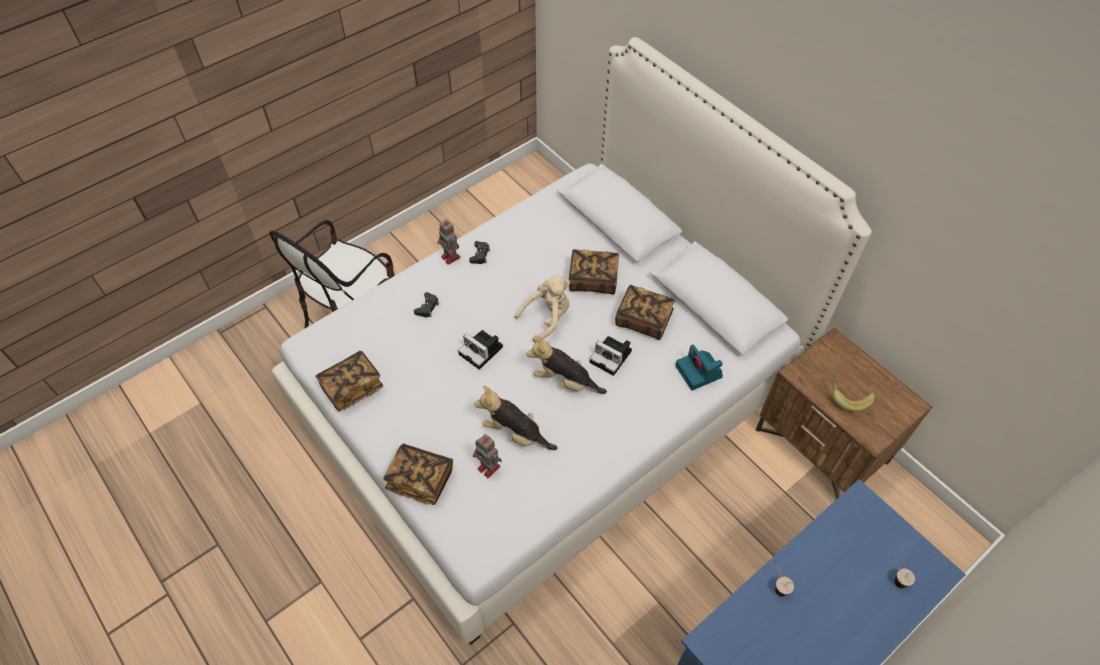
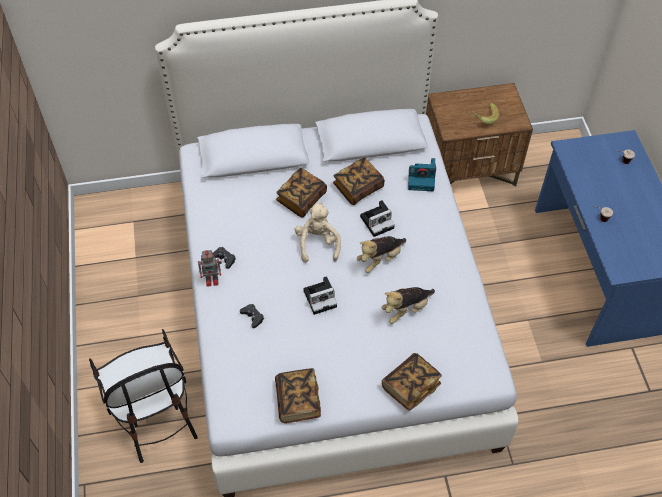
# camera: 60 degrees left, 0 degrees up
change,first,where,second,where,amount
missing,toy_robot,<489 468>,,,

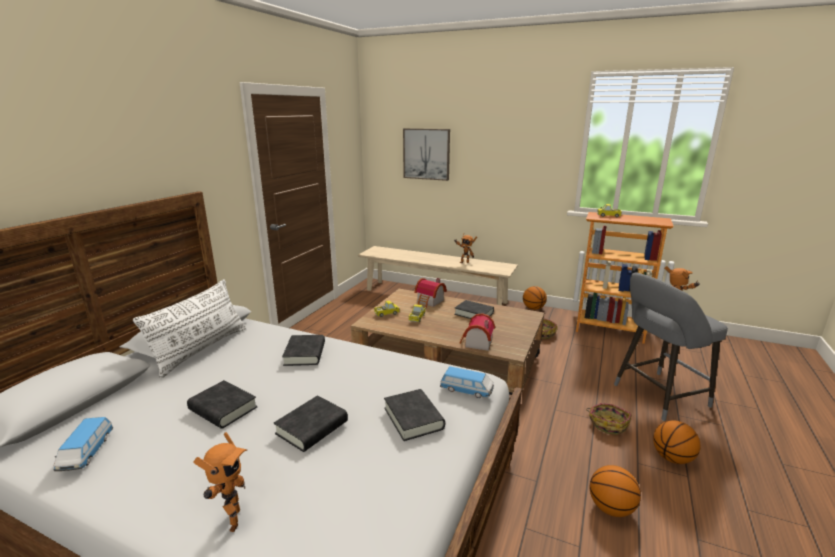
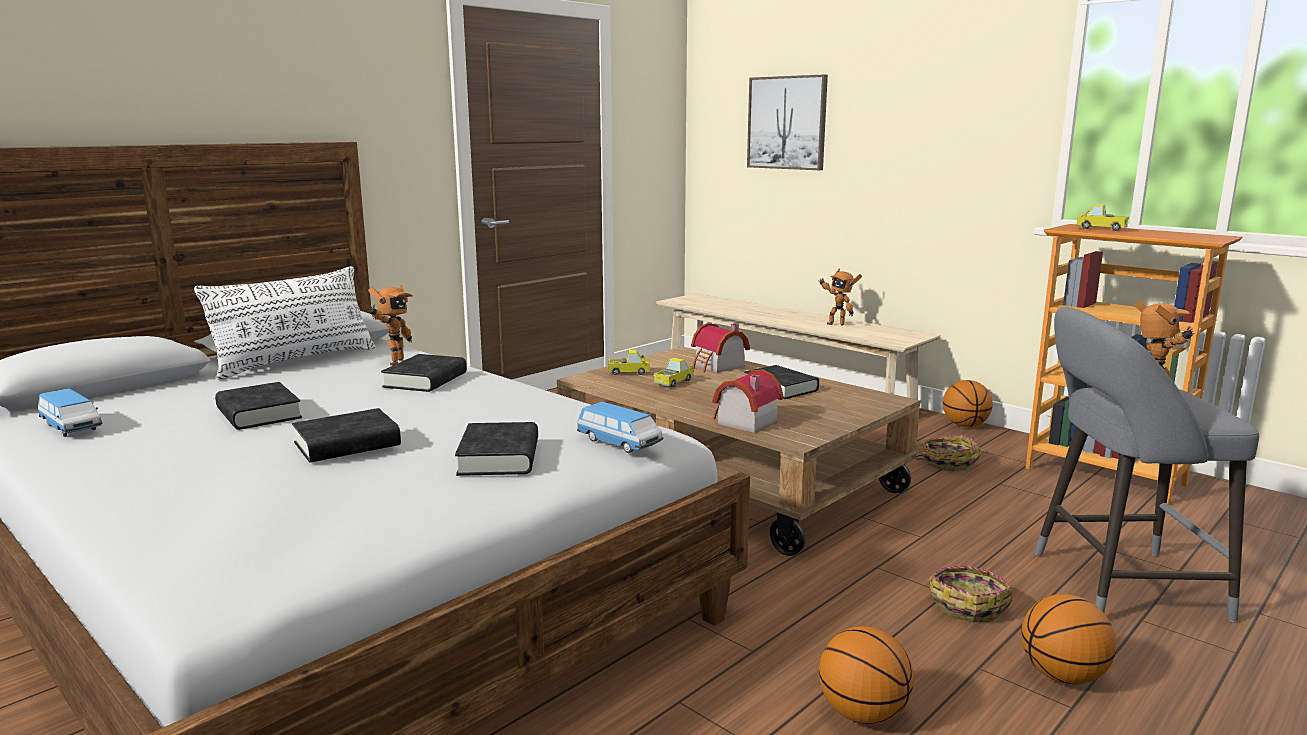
# camera: 20 degrees right, 5 degrees down
change,first,where,second,where,amount
relocated,toy_robot,<230 521>,,<393 362>,
spun,miniature_car,<87 453>,,<71 428>,60 degrees counterclockwise

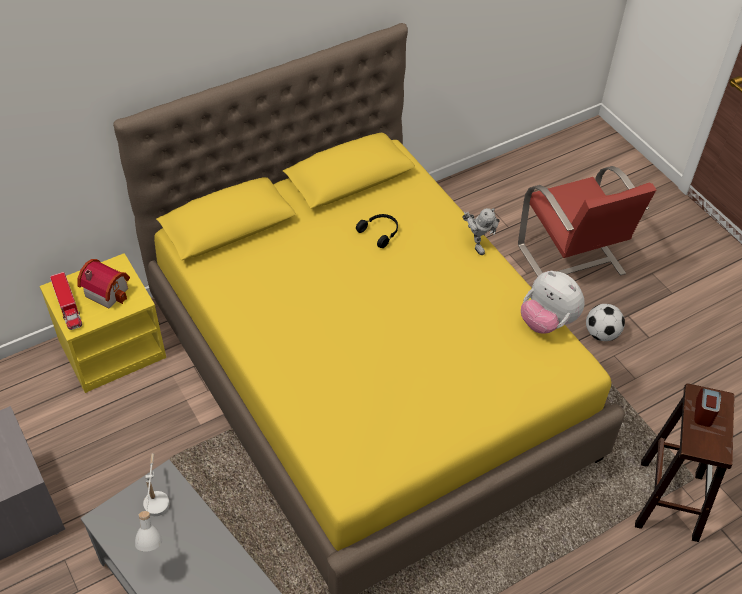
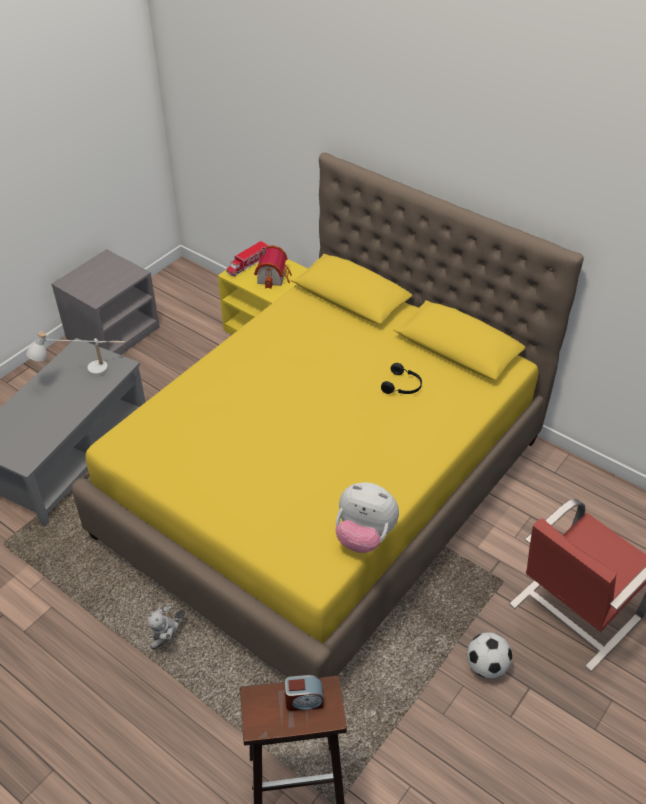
# camera: 70 degrees right, 5 degrees down
change,first,where,second,where,amount
relocated,toy_robot,<476 243>,,<168 639>,
spun,plush_toy,<547 321>,,<364 536>,90 degrees counterclockwise

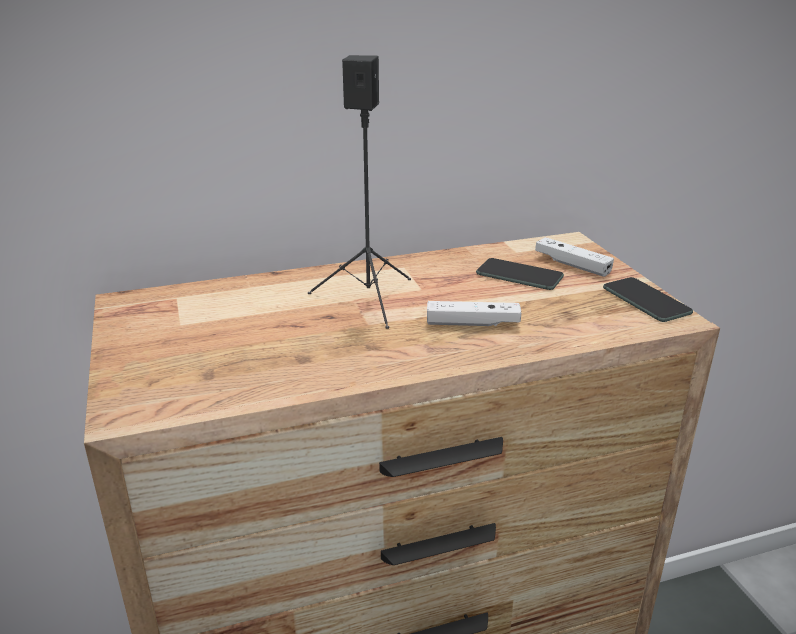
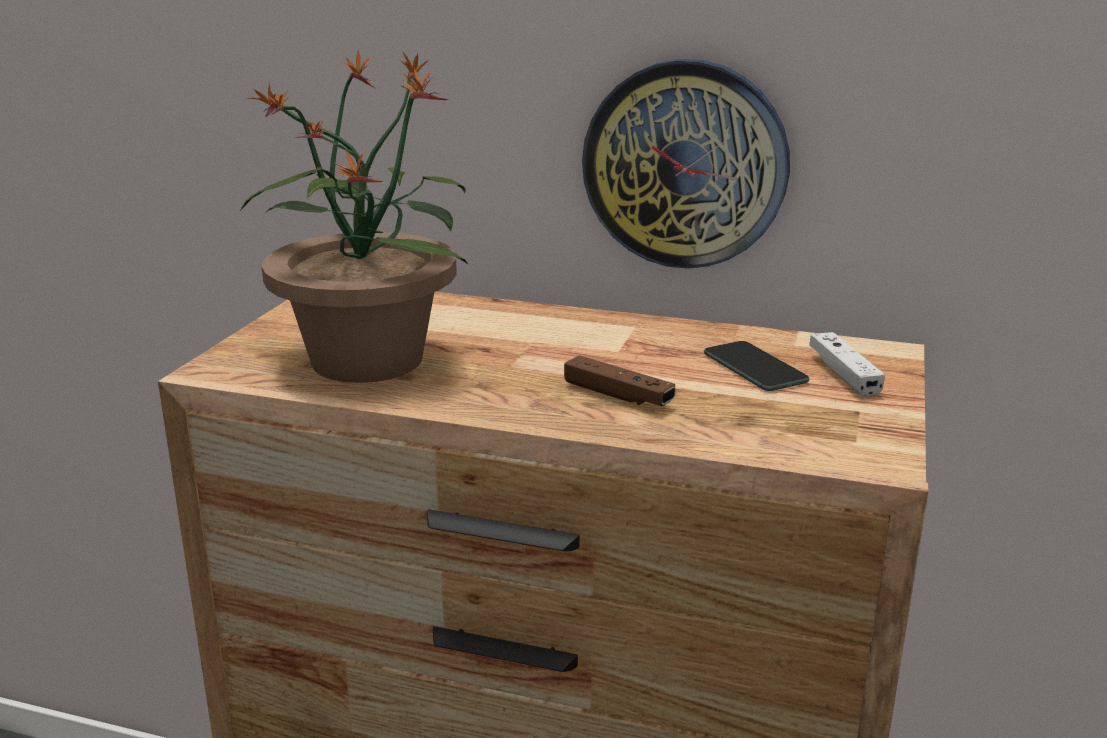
# camera: 35 degrees right, 5 degrees down
change,first,where,second,where,amount
missing,black-coloured_audio_speaker,<369 298>,,,
missing,handset,<646 300>,,,
appeared,,,plant_in_a_pot,<367 358>,
appeared,,,hanging_clock,<685 165>,
colour,whitish_gamepad,<472 323>,brown_gamepad,<618 395>,

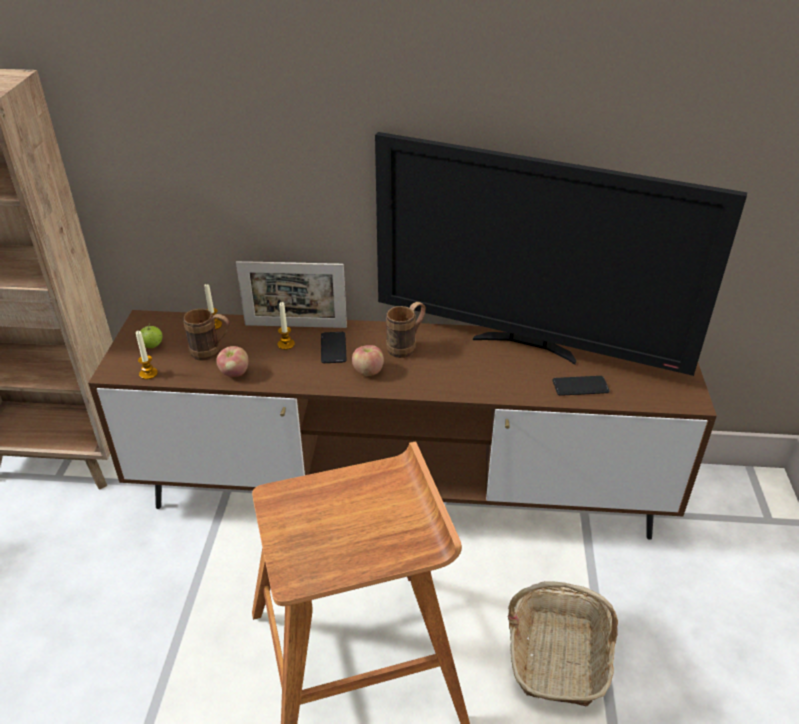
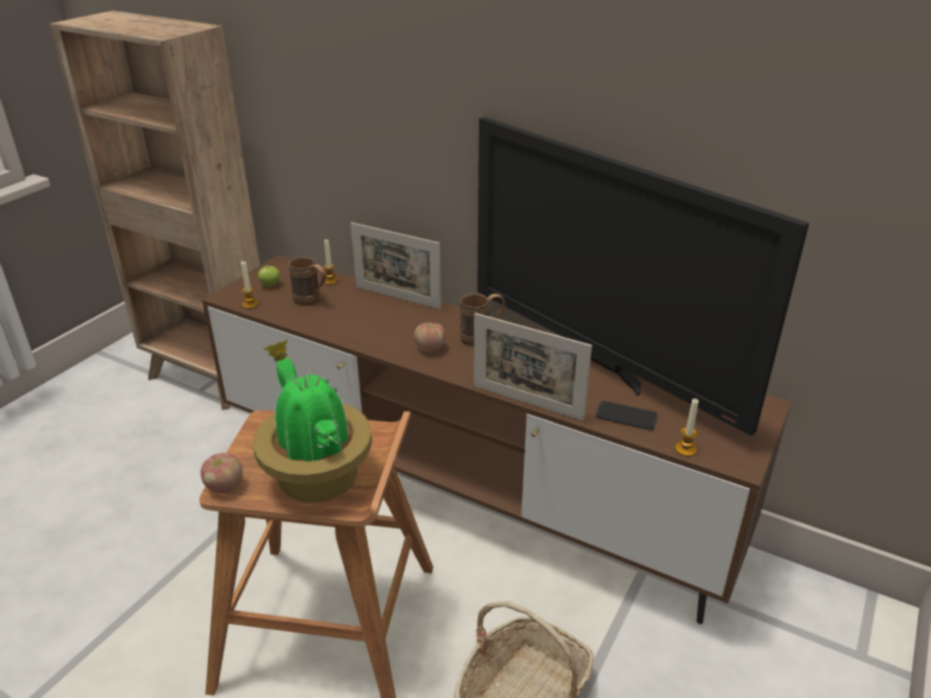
# camera: 25 degrees right, 5 degrees down
change,first,where,second,where,amount
missing,handset,<333 348>,,,
appeared,,,plant_in_a_pot,<316 475>,
appeared,,,picture_frame,<527 402>,
relocated,apple,<234 373>,,<225 487>,
relocated,candle,<286 344>,,<685 449>,

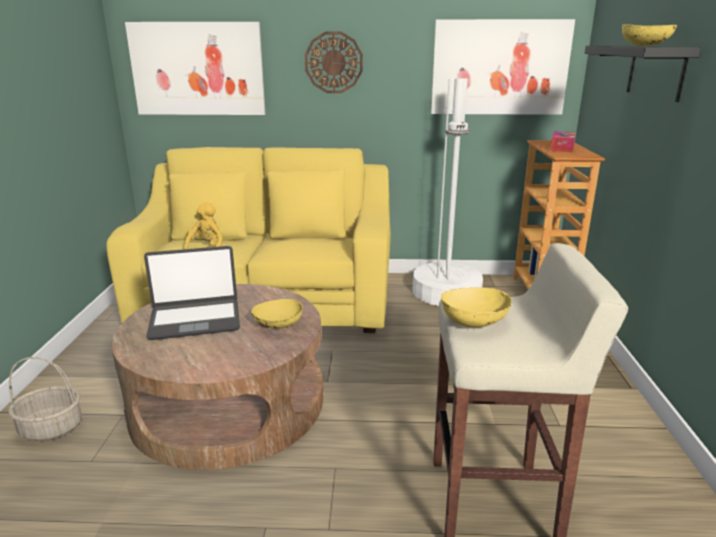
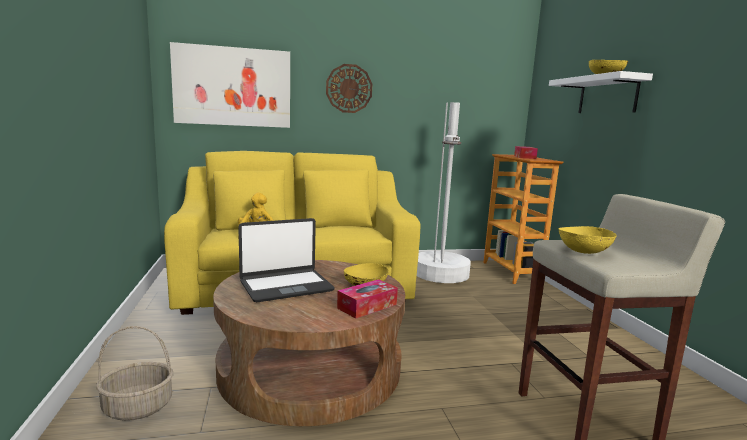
# camera: 15 degrees left, 10 degrees down
change,first,where,second,where,amount
missing,picture,<499 68>,,,
appeared,,,box_of_tissues,<367 306>,
colour,black-coloured_bracket_shelf,<655 71>,whitish_bracket_shelf,<607 95>,

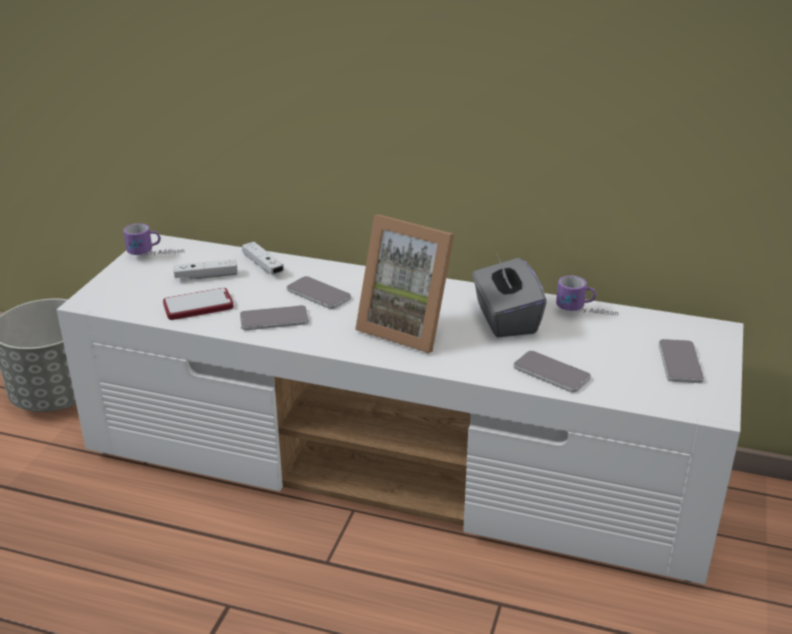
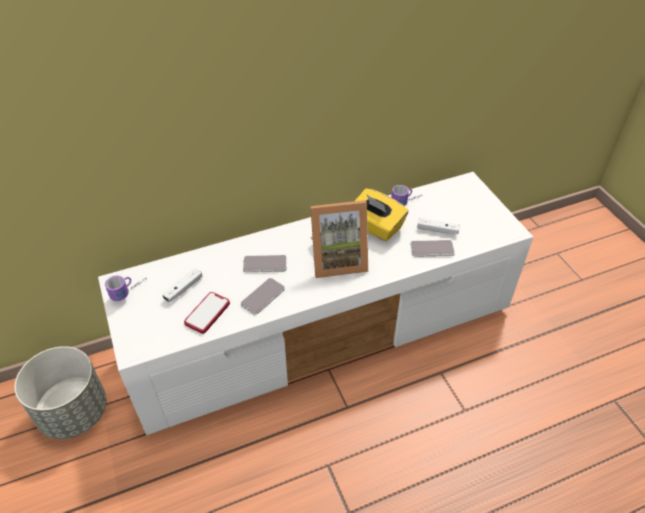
# camera: 40 degrees left, 15 degrees up
change,first,where,second,where,amount
missing,handset,<680 362>,,,
relocated,whitish_gamepad,<263 265>,,<437 230>,
colour,greyish_box_of_tissues,<505 319>,yellow-coloured_box_of_tissues,<376 227>,

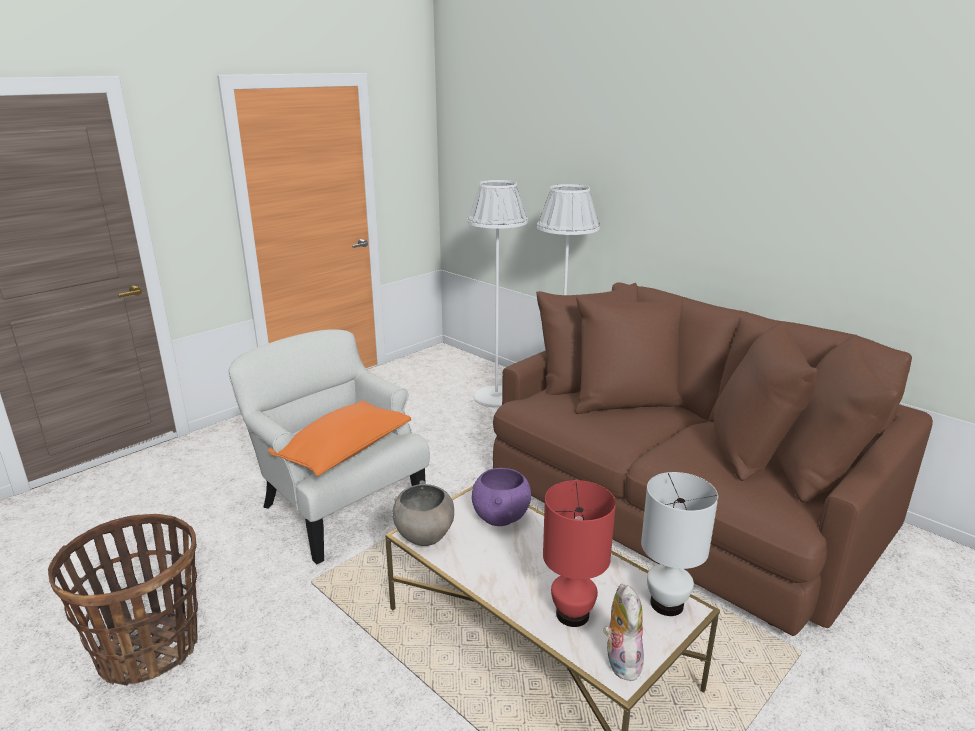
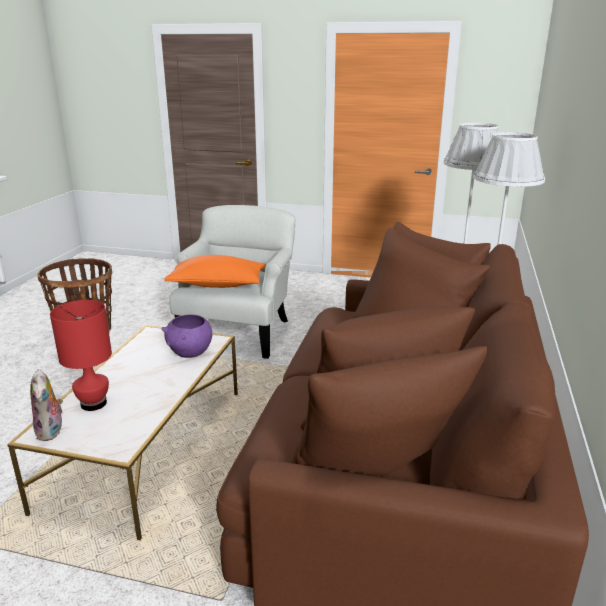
# camera: 60 degrees right, 0 degrees up
change,first,where,second,where,amount
missing,greyish_deep_dish,<424 536>,,,
missing,whitish_lamp_for_a_table,<666 604>,,,
spun,plush_toy,<620 661>,,<51 431>,105 degrees clockwise

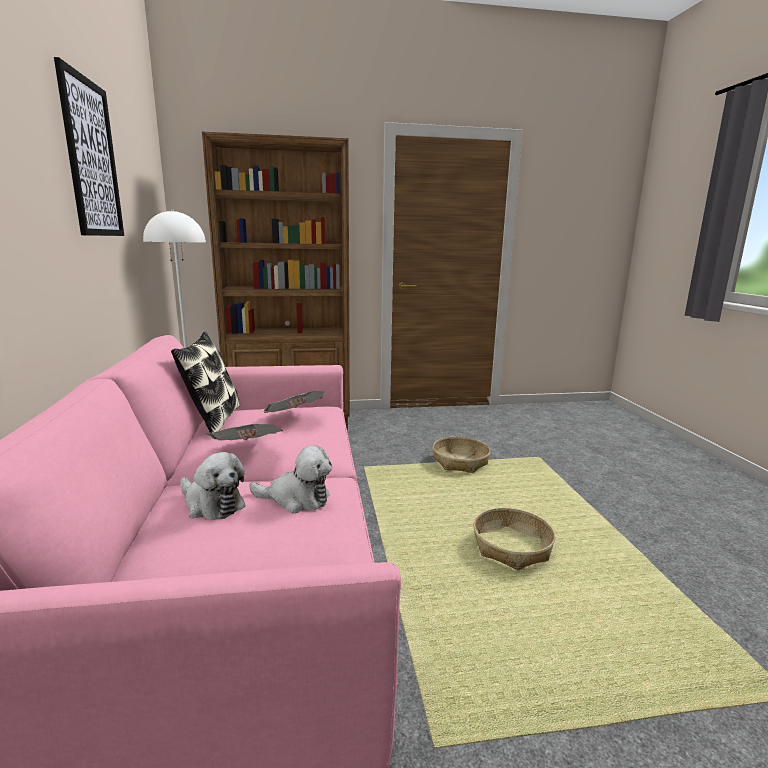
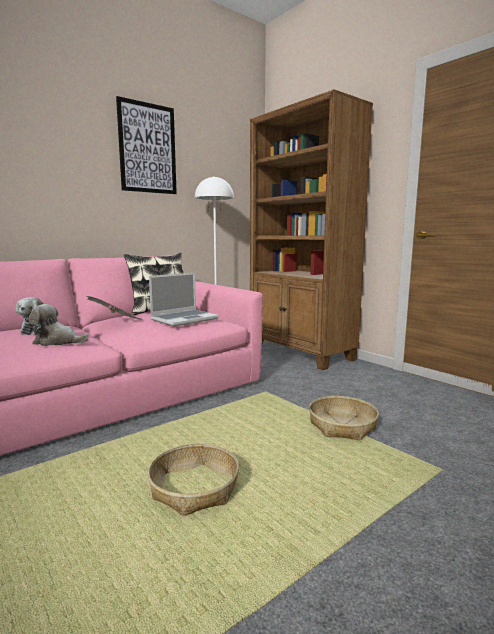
# camera: 60 degrees right, 5 degrees down
change,first,where,second,where,amount
exchanged,daily_paper,<294 418>,laptop,<185 319>,
spun,plush_toy,<296 499>,,<57 342>,120 degrees clockwise

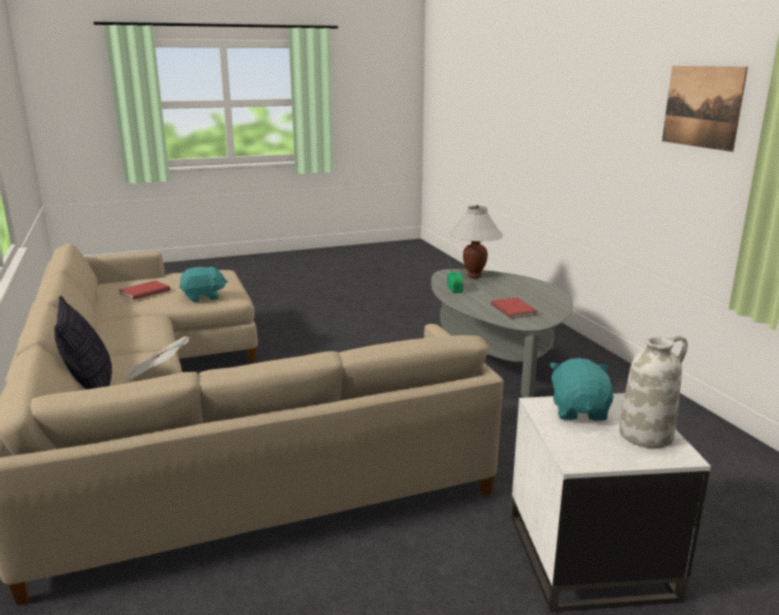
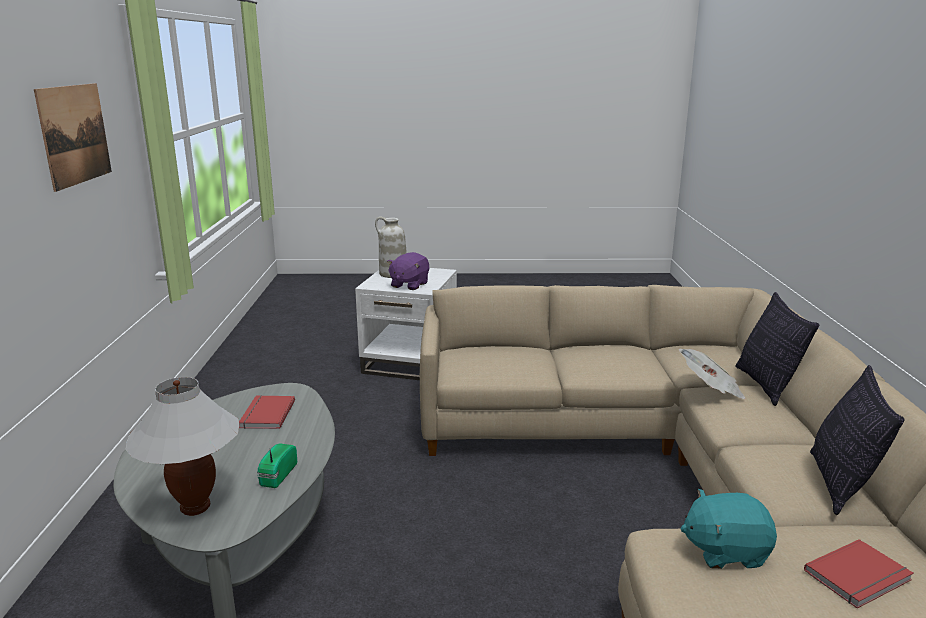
# camera: 160 degrees left, 0 degrees up
change,first,where,second,where,amount
appeared,,,pillow,<841 484>,
colour,turquoise-coloured_plush_toy,<579 411>,purple_plush_toy,<409 285>,

